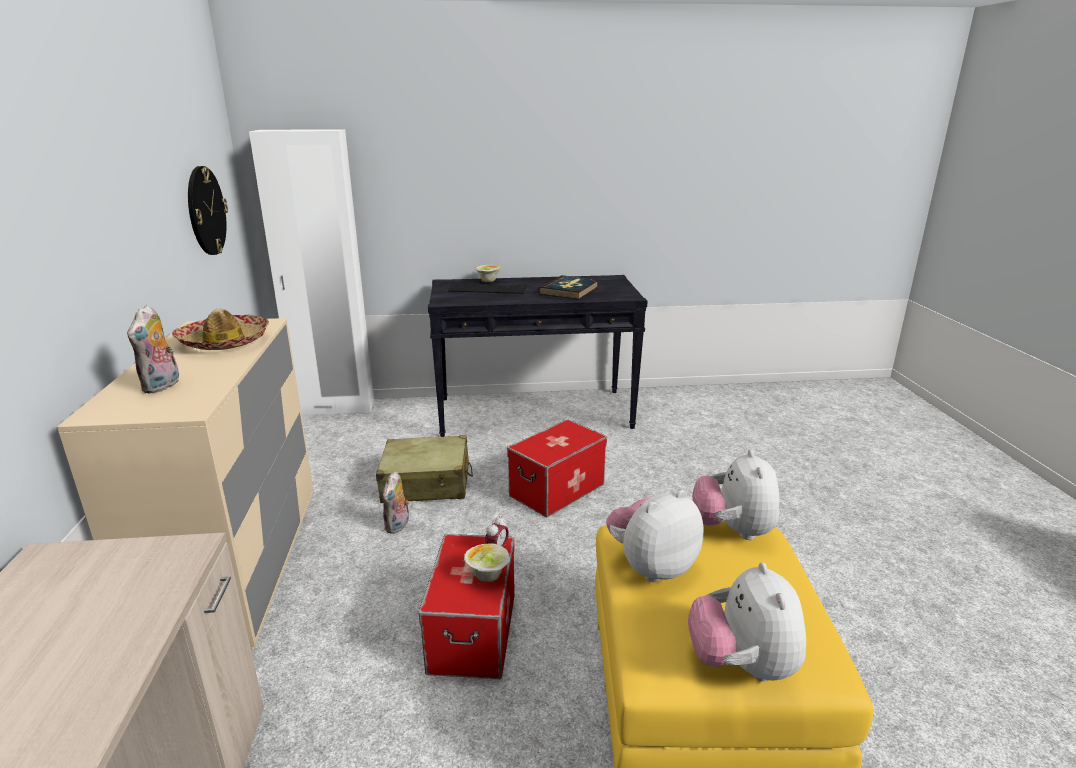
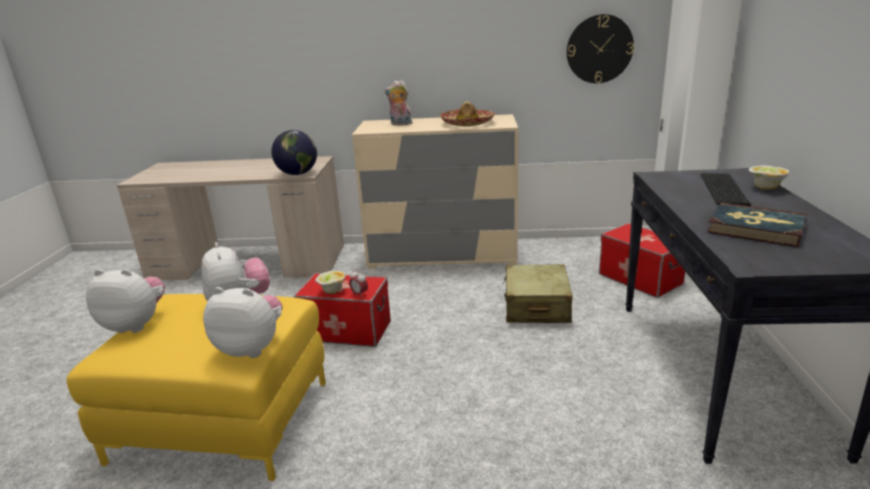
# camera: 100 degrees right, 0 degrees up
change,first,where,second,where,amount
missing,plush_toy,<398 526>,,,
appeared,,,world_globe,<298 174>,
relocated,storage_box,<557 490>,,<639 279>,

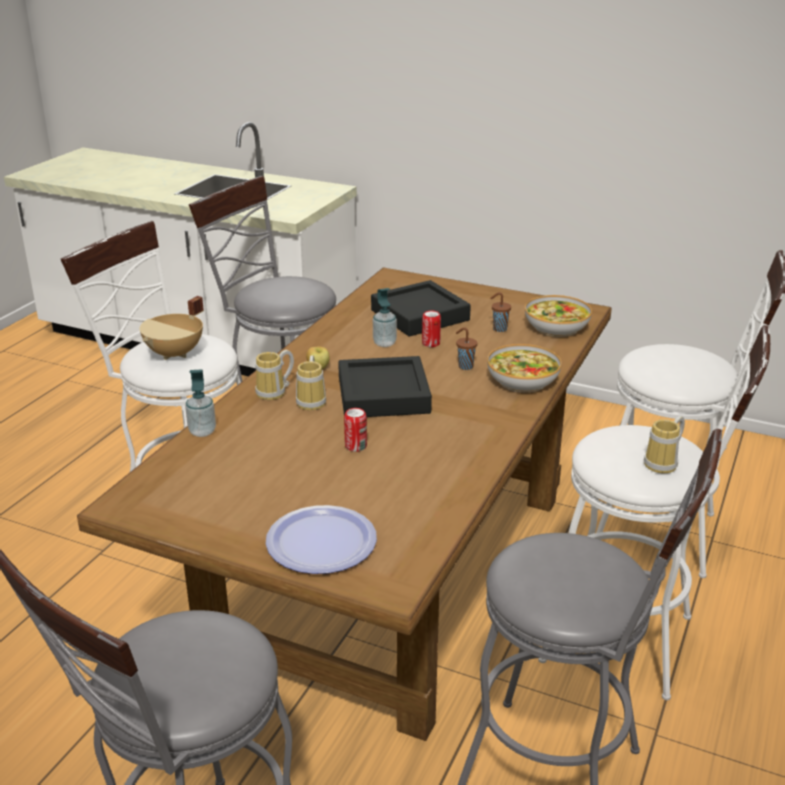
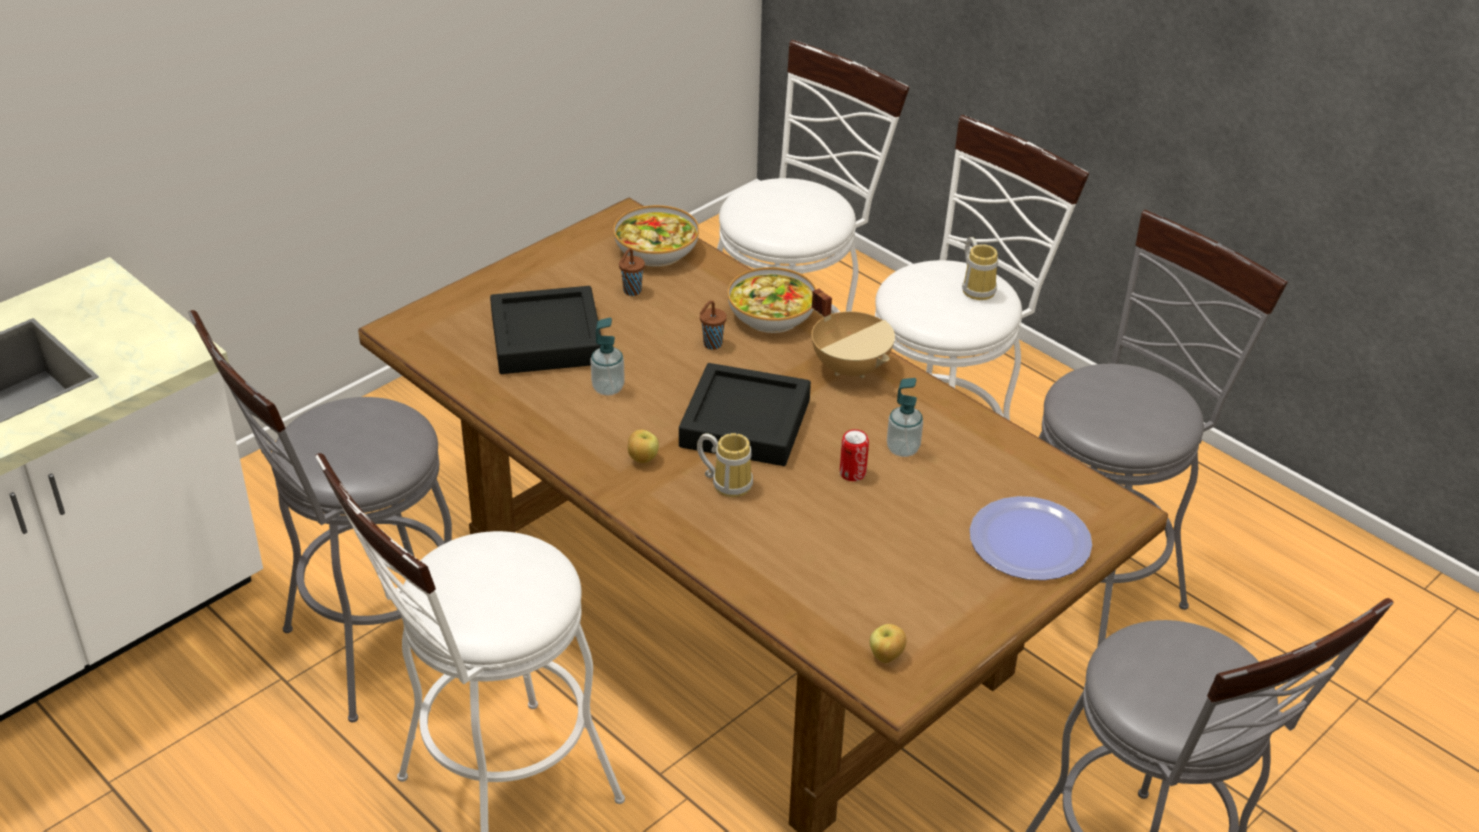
# camera: 70 degrees left, 10 degrees up
change,first,where,second,where,amount
missing,tea_mug,<275 393>,,,
missing,metal_can,<431 343>,,,
appeared,,,apple,<886 657>,
relocated,beige-coloured_cooking_pot,<176 354>,,<851 367>,
relocated,soap_dispenser,<202 432>,,<902 449>,

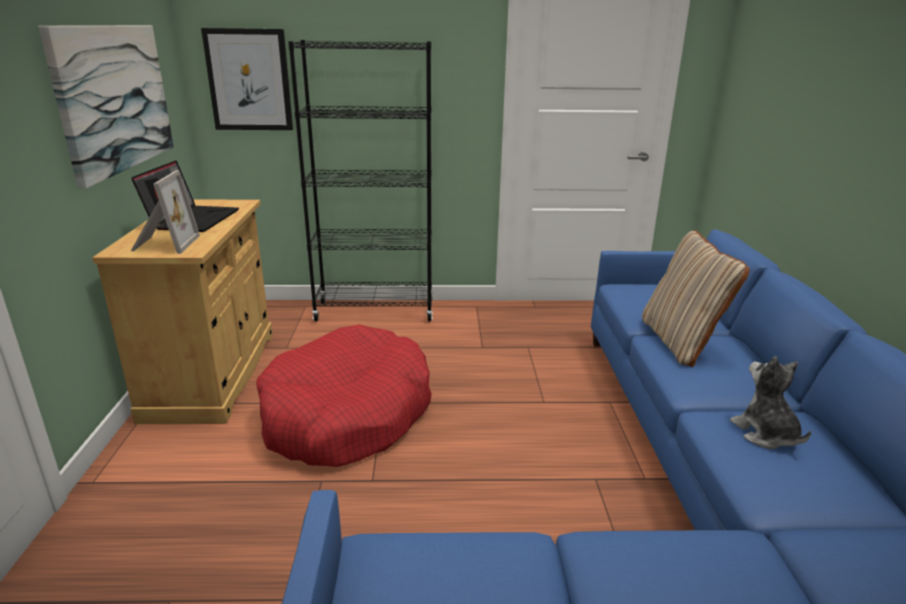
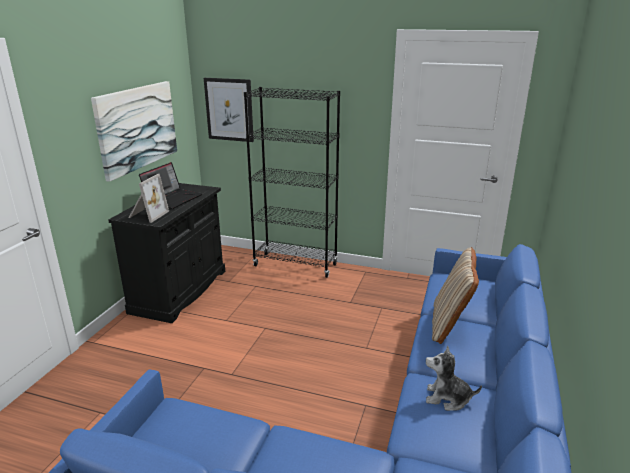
# camera: 20 degrees right, 0 degrees up
change,first,where,second,where,amount
missing,reddish_pet_bed,<347 414>,,,
colour,beige-coloured_cabinet,<213 374>,black-coloured_cabinet,<180 291>,
spun,plush_toy,<765 434>,,<447 398>,75 degrees counterclockwise

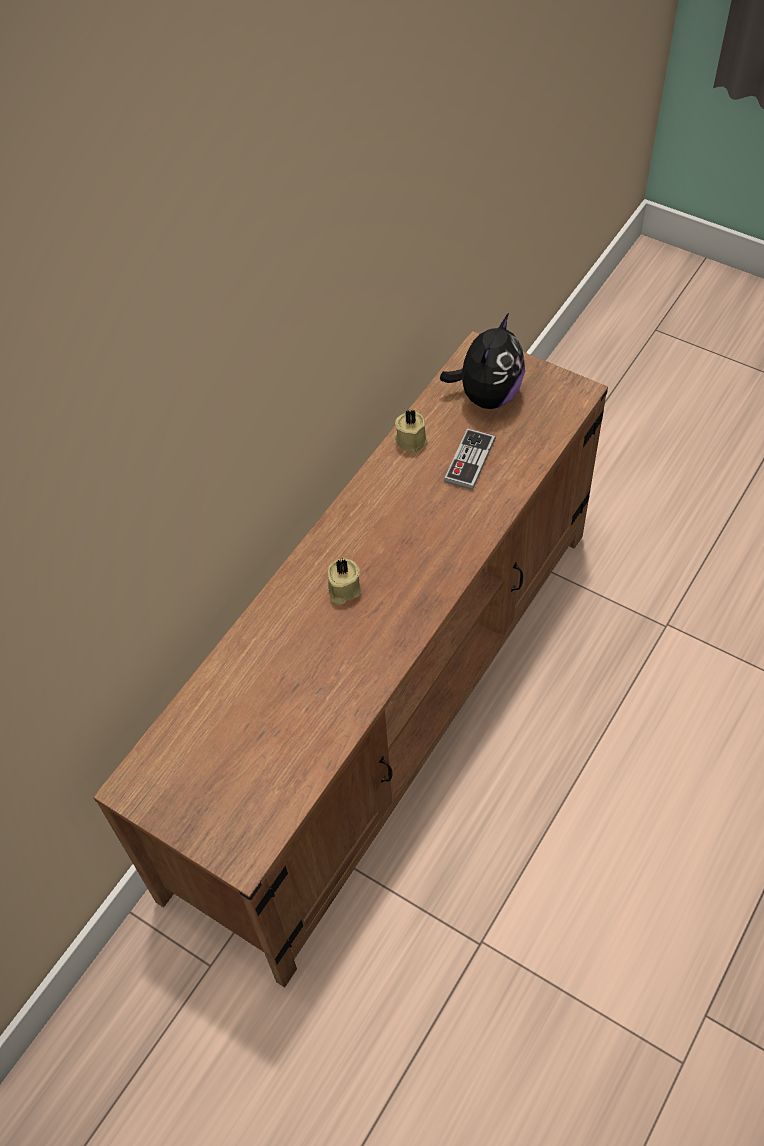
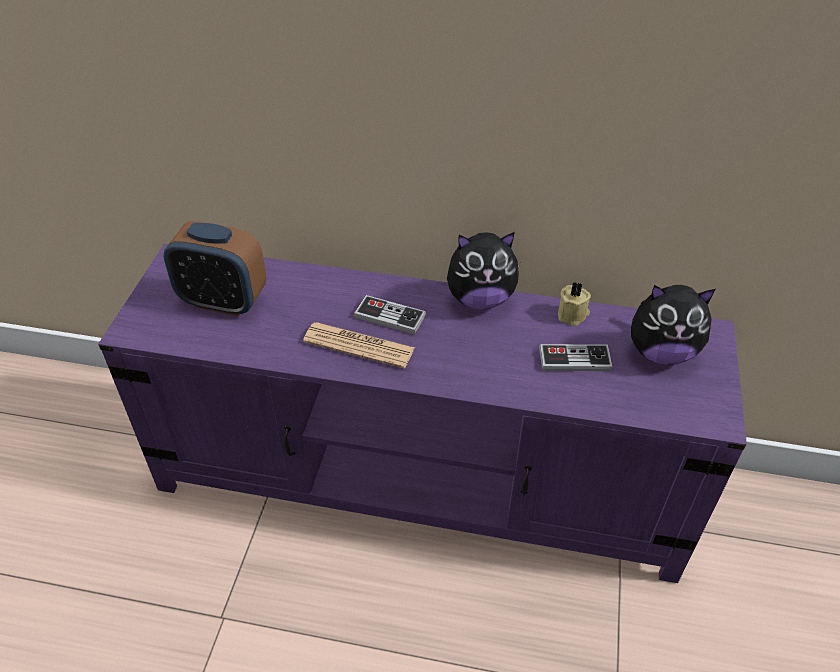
# camera: 65 degrees right, 10 degrees down
change,first,where,second,where,amount
appeared,,,bedside_clock,<223 301>,
appeared,,,daily_paper,<359 345>,
appeared,,,plush_toy,<480 299>,
exchanged,beige-coloured_candle,<343 590>,gamepad,<389 316>,
colour,brown_tv_unit,<389 701>,purple_tv_unit,<421 479>,

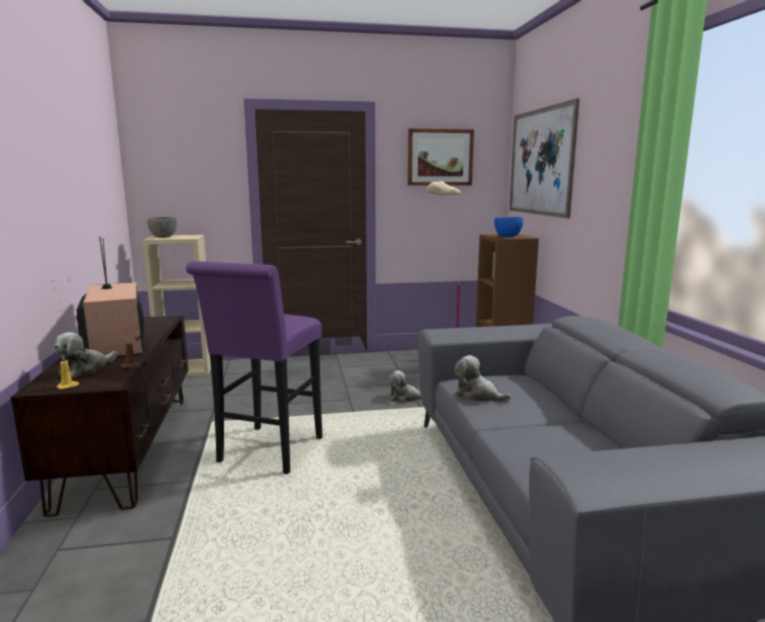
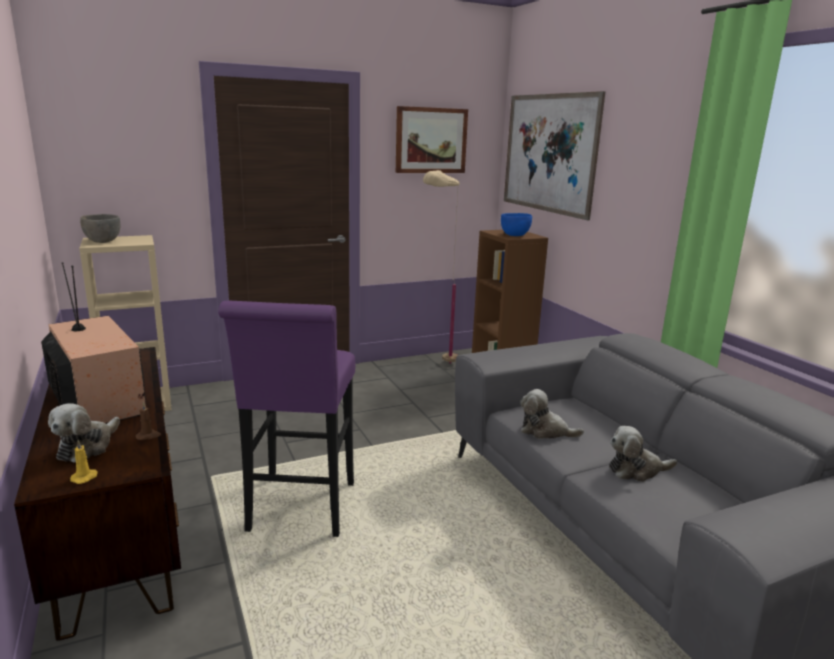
# camera: 15 degrees left, 5 degrees up
change,first,where,second,where,amount
relocated,plush_toy,<405 398>,,<636 470>,

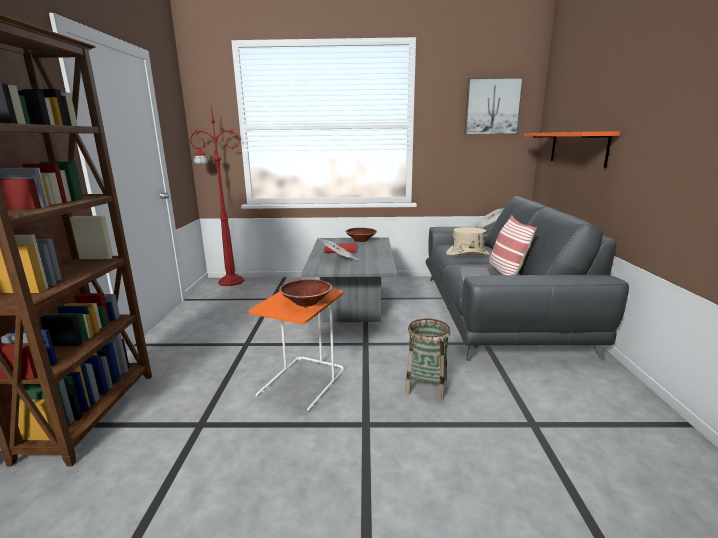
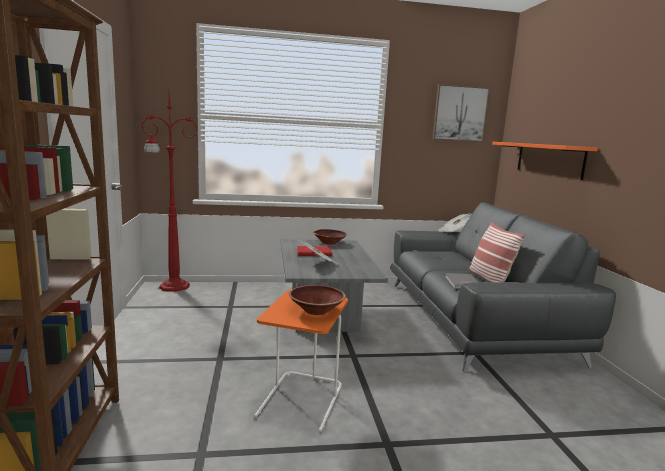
# camera: 10 degrees left, 5 degrees down
change,first,where,second,where,amount
missing,basket,<426 386>,,,
missing,beige-coloured_wearable_hat,<468 254>,,,

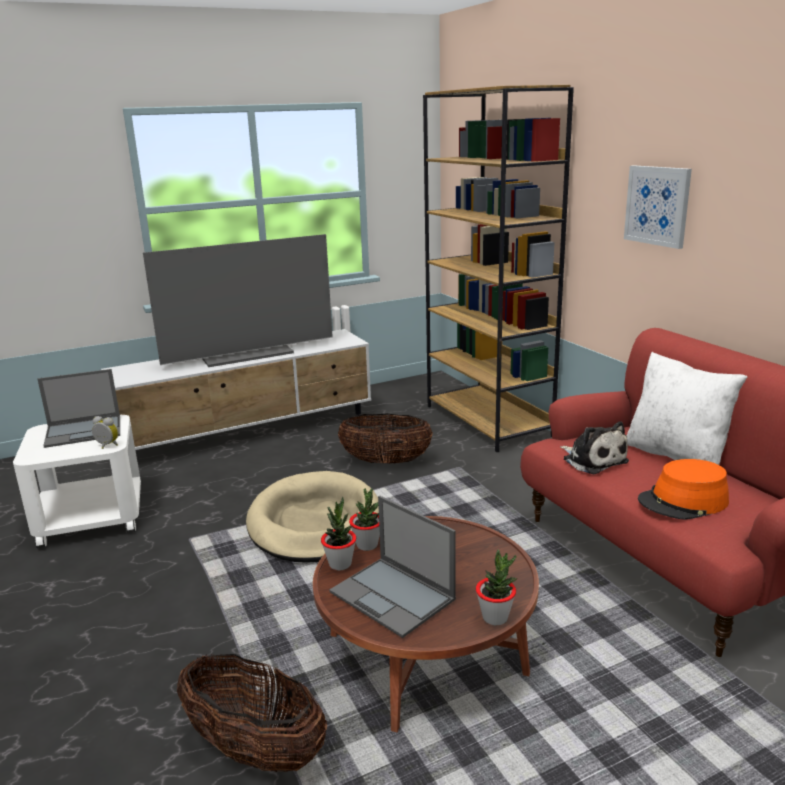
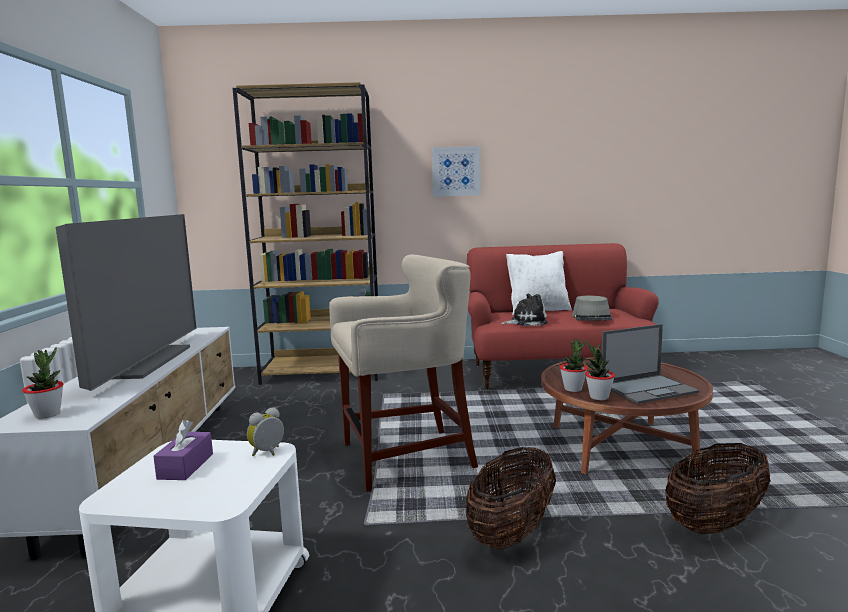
# camera: 65 degrees left, 10 degrees down
change,first,where,second,where,amount
relocated,basket,<386 461>,,<512 532>,
relocated,plant_in_a_pot,<495 617>,,<48 414>,
exchanged,laptop,<85 431>,purple_box_of_tissues,<186 466>,
exchanged,beige-coloured_pet_bed,<315 522>,beige-coloured_stool_seat,<405 457>,
colour,orange-coloured_wearable_hat,<683 501>,greyish_wearable_hat,<592 317>,

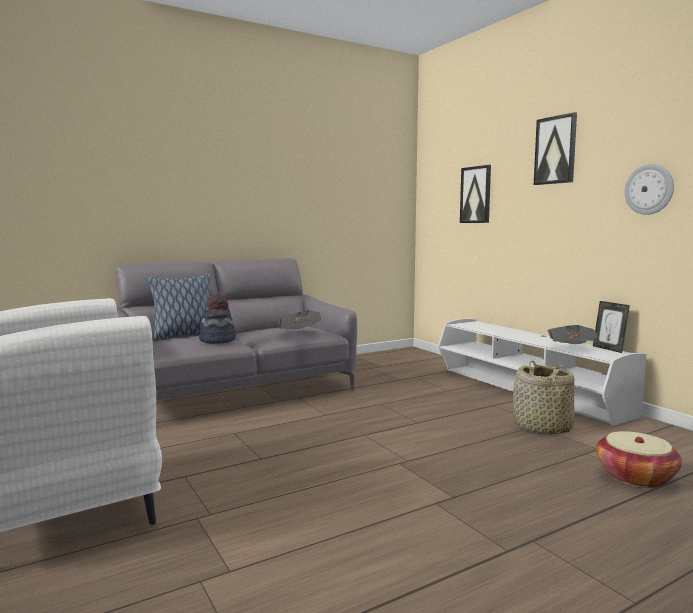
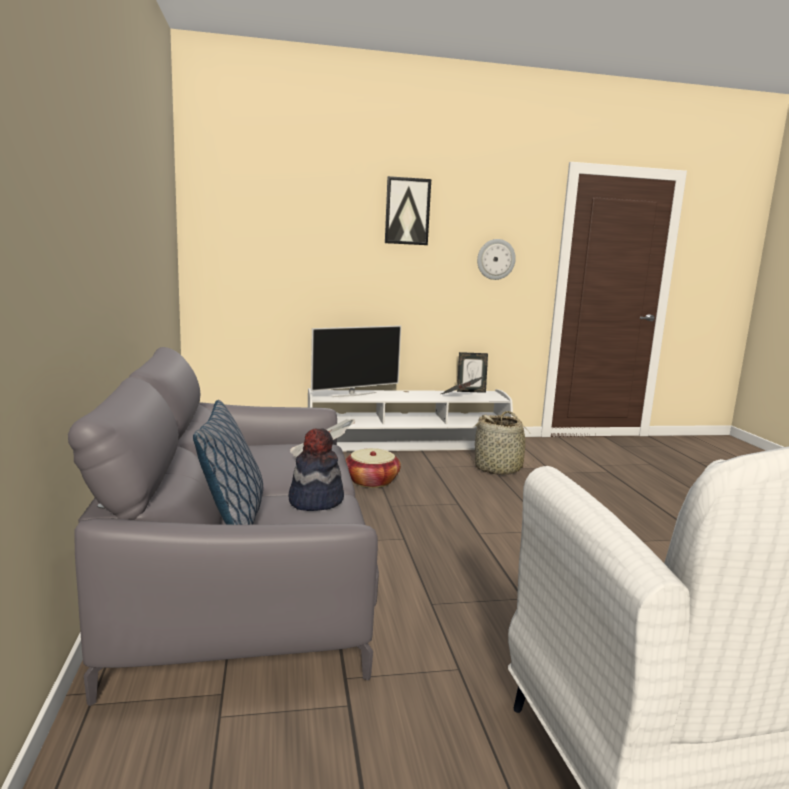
# camera: 70 degrees left, 5 degrees up
change,first,where,second,where,amount
missing,picture,<476 195>,,,
appeared,,,TV_set,<354 394>,
relocated,basket,<635 477>,,<371 481>,

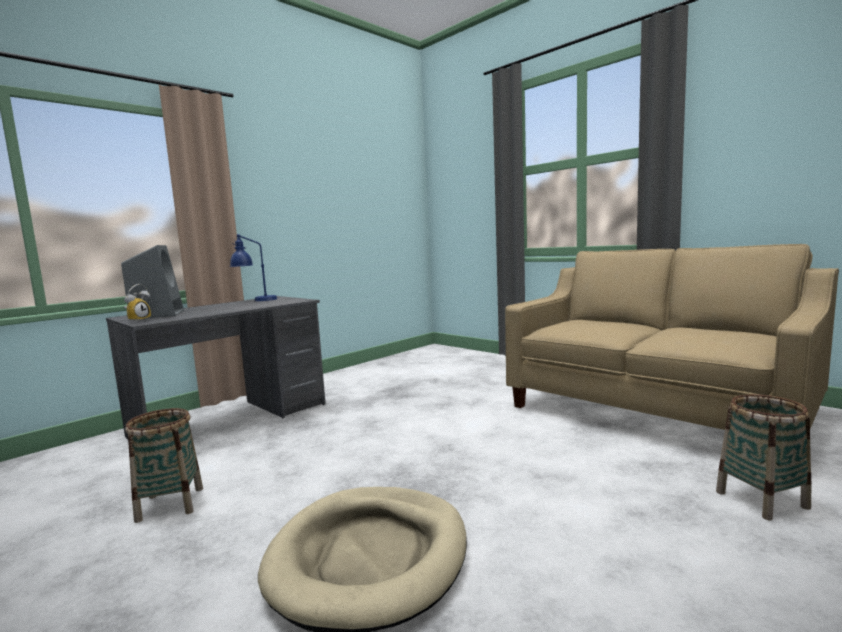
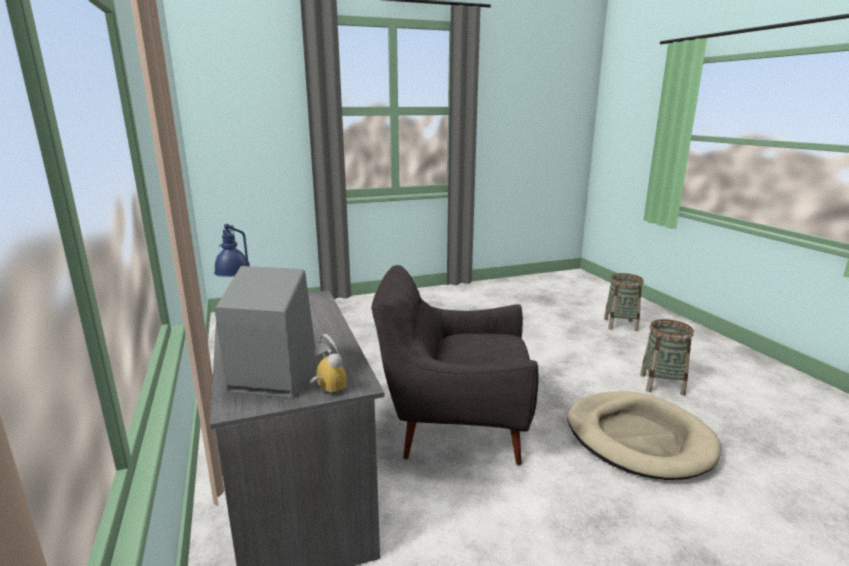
# camera: 65 degrees left, 10 degrees up
change,first,where,second,where,amount
missing,beige-coloured_sofa,<655 410>,,,
appeared,,,greyish_lounge_chair,<453 425>,
relocated,basket,<170 504>,,<662 384>,

